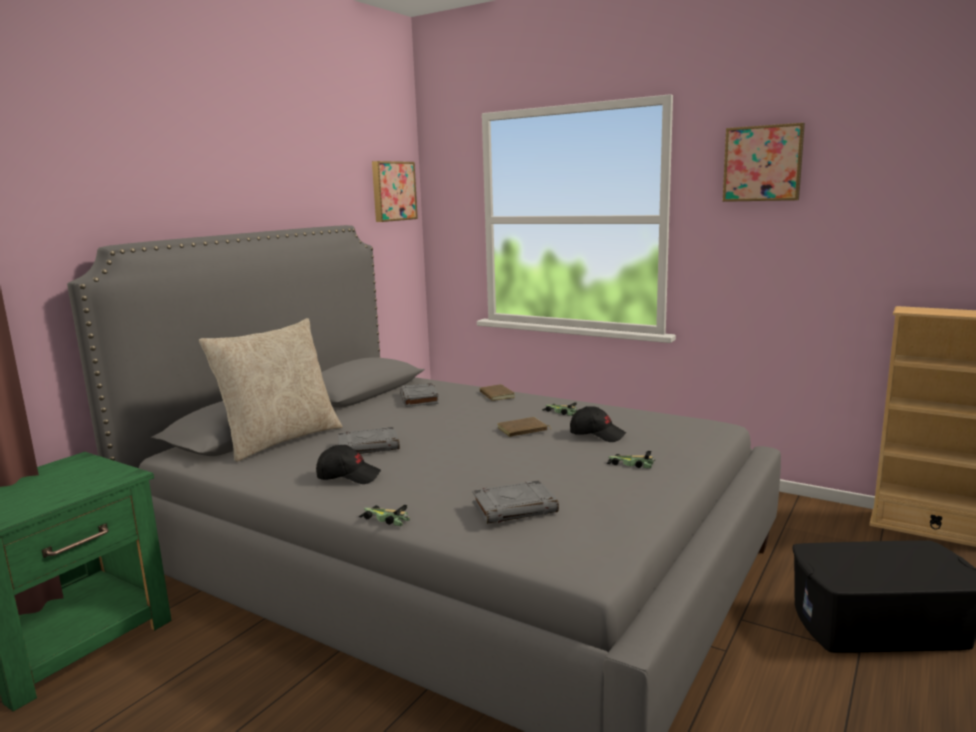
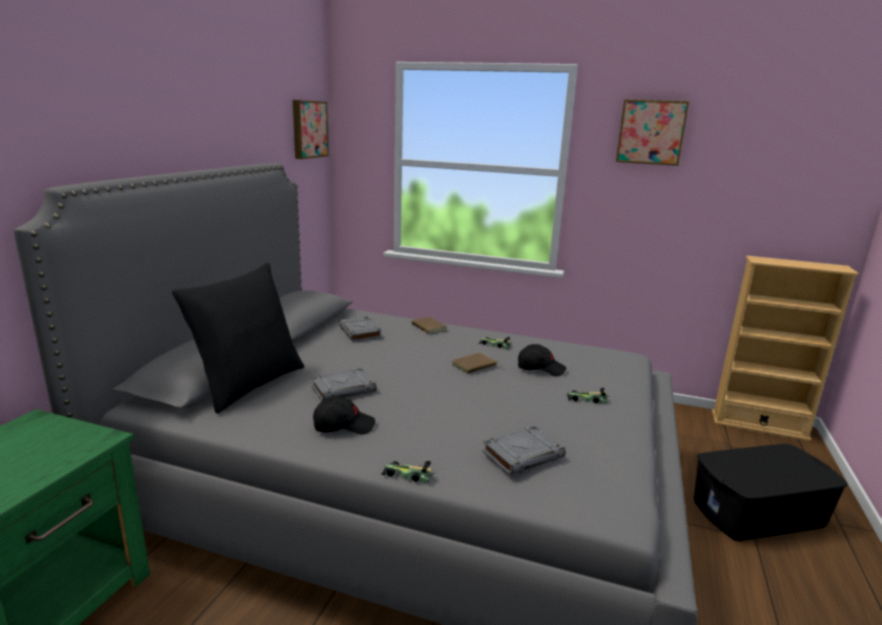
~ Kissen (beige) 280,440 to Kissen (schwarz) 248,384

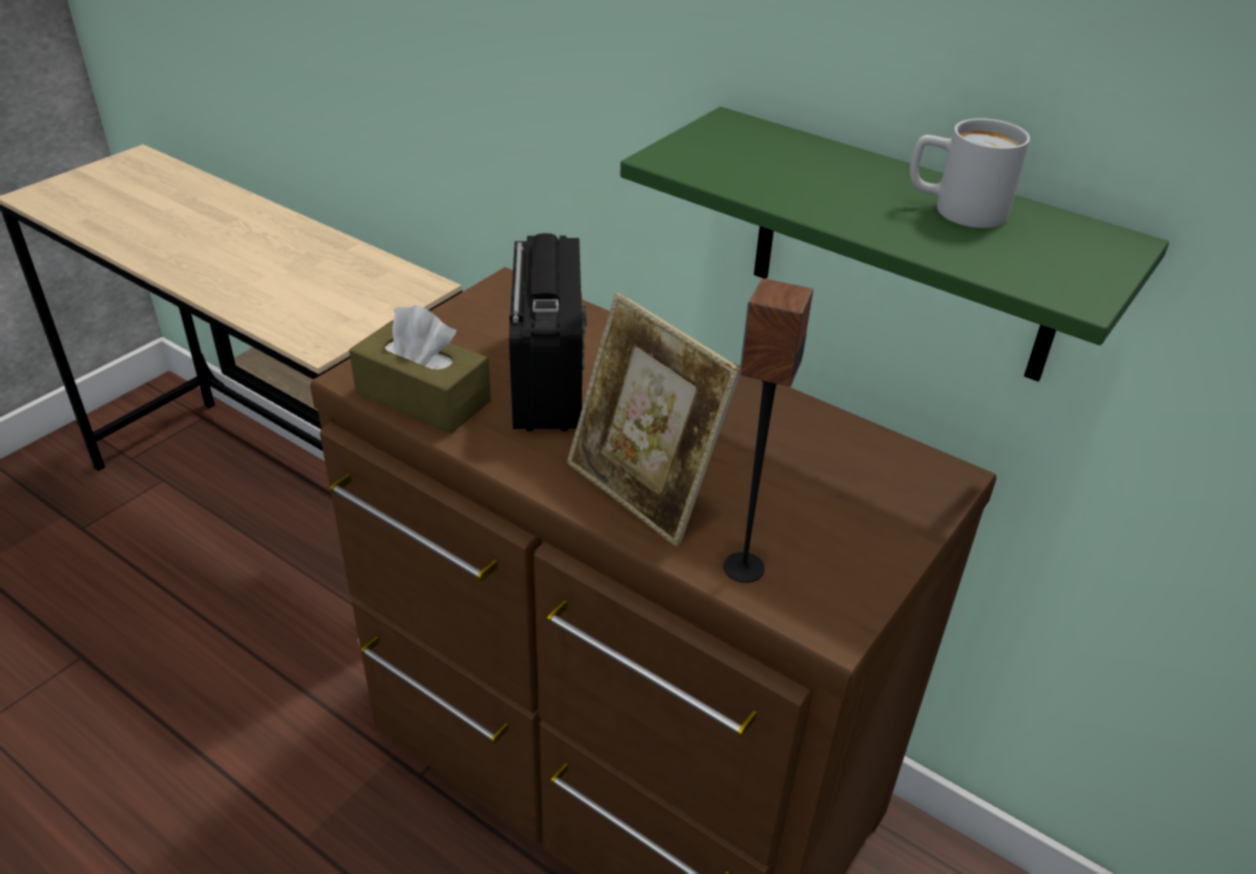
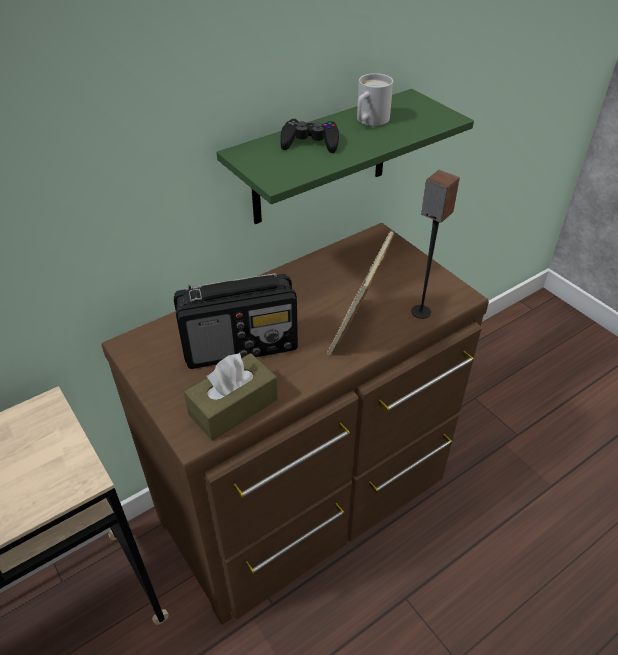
~ Radio 548,378 = 241,346 150 degrees clockwise
+ Gamepad (schwarz) 310,142
~ Bilderrahmen 643,491 = 357,331 135 degrees clockwise

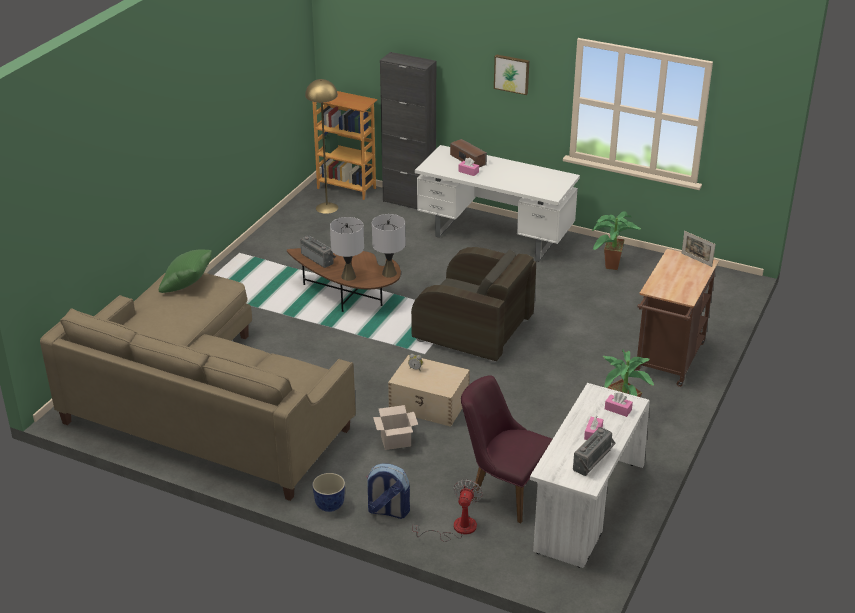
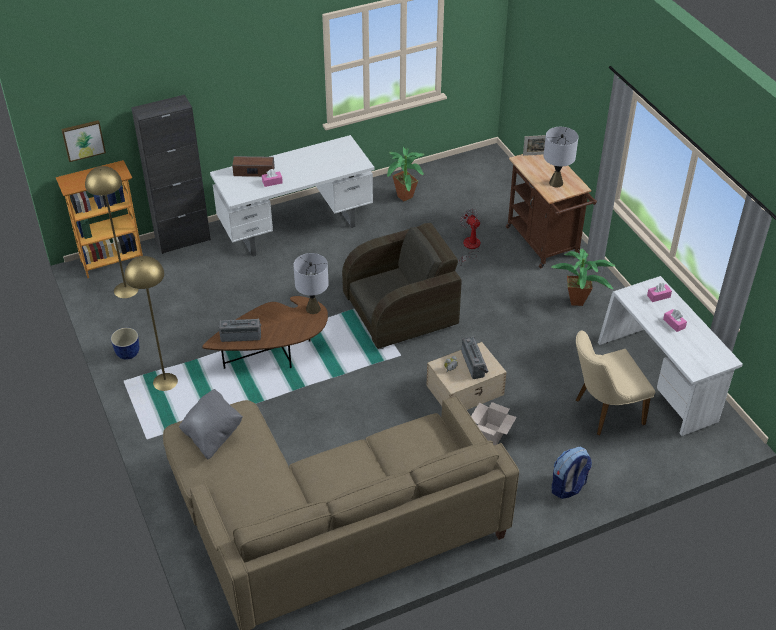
~ Bild 512,74 to 83,140
~ Pflanzkübel 329,505 to 127,354
+ Stehlampe (gelb) 165,382
~ Kissen (grün) 188,285 to Kissen (grau) 213,435
~ Ventilator 456,528 to 470,247
~ Radio 594,462 to 475,364
~ Tischlampe (grau) 348,276 to 556,183
~ Stuhl (lila) 502,491 to Stuhl (beige) 603,412

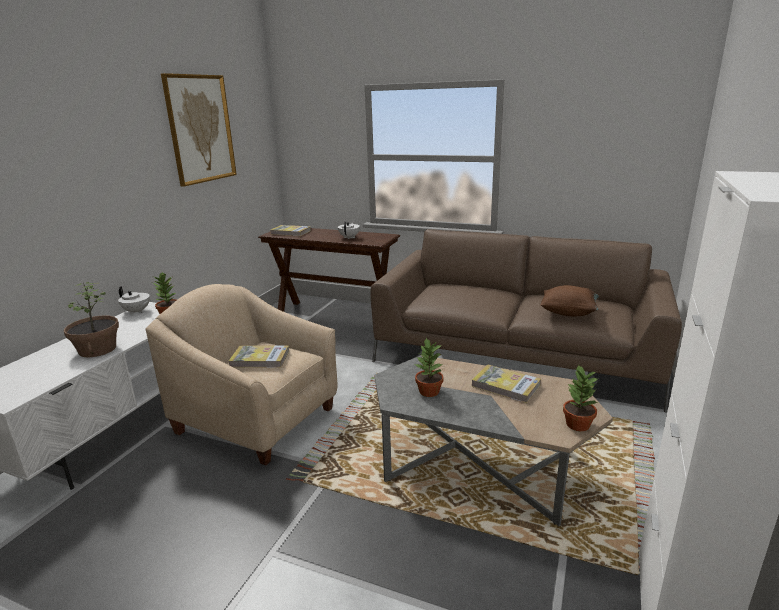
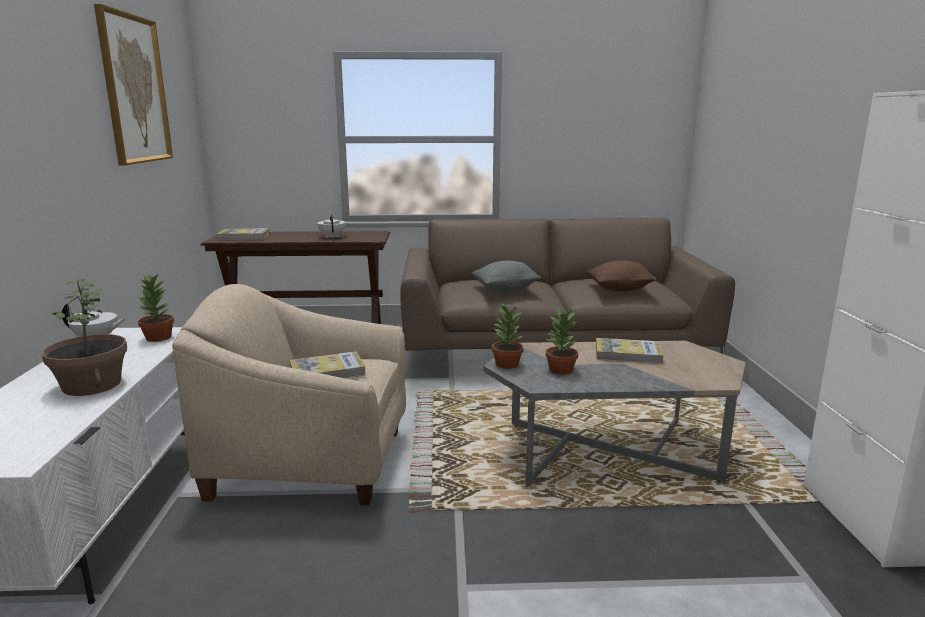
+ Kissen (grau) 505,290
~ Topfpflanze 577,424 to 506,364

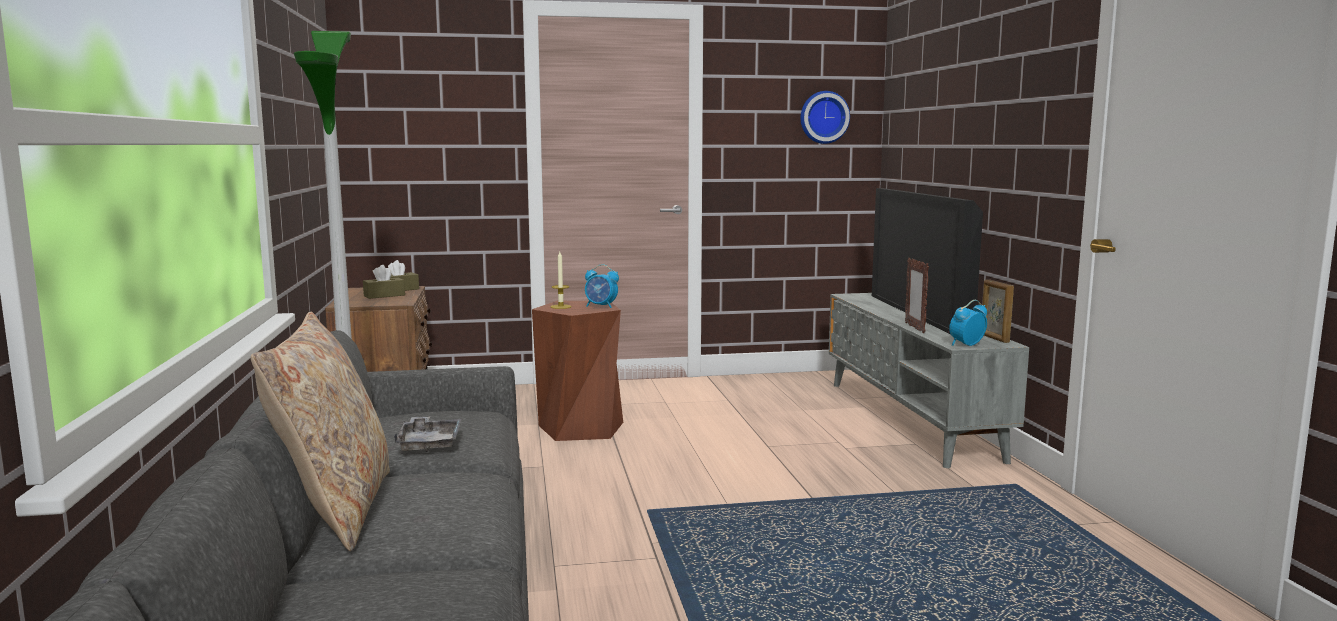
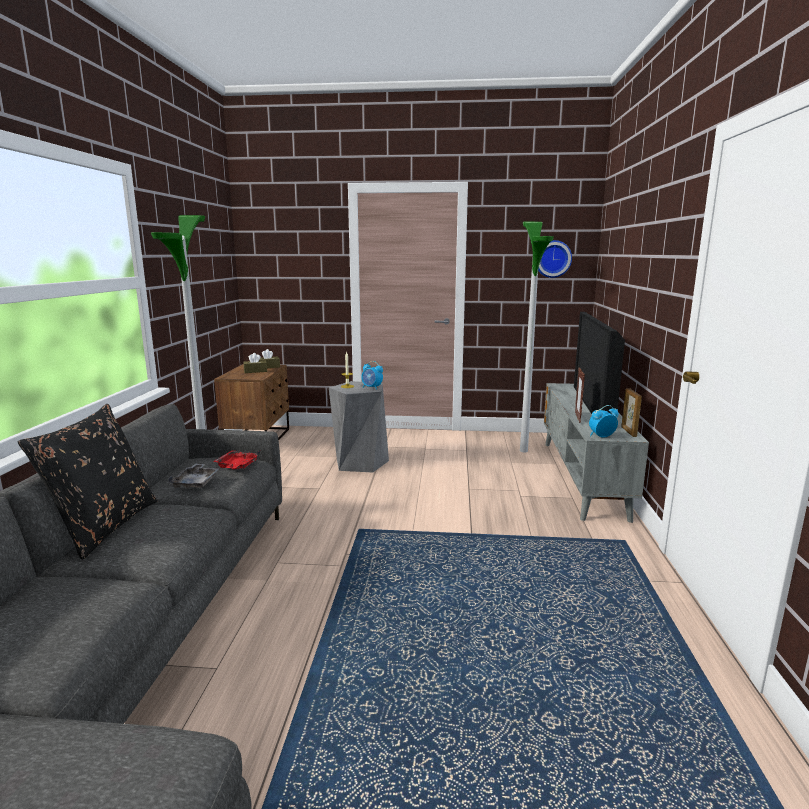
~ Kissen (beige) 335,509 to Kissen (schwarz) 104,526
+ Tablett (rot) 237,466
~ Hocker (braun) 581,428 to Hocker (grau) 360,462
+ Stehlampe 523,451

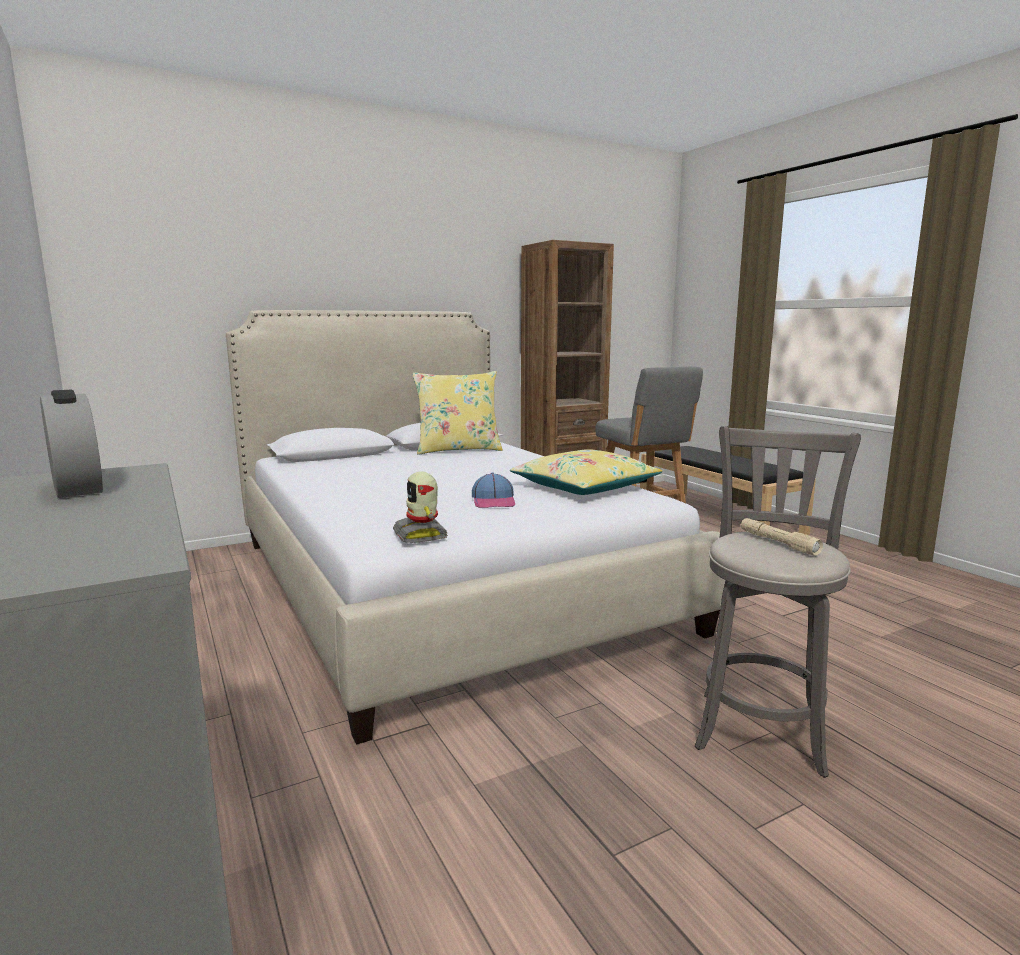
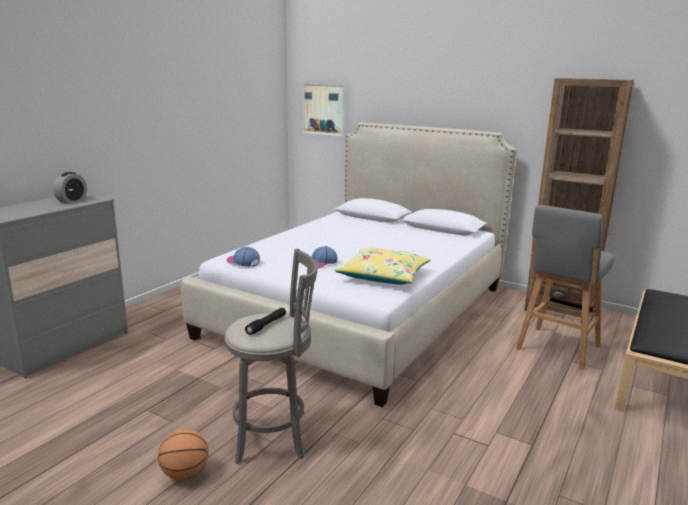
+ Basketball 185,474
~ Spielzeugroboter 421,535 to Kappe 243,261
~ Taschenlampe (beige) 778,543 to Taschenlampe (schwarz) 266,325
+ Bild 324,109
- Kissen (gelb) 458,450

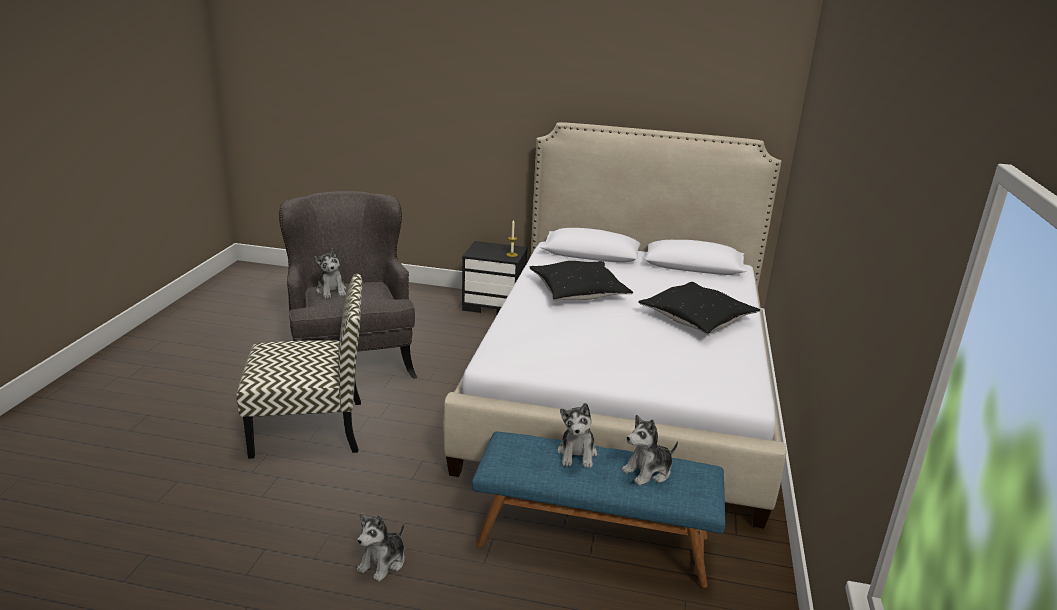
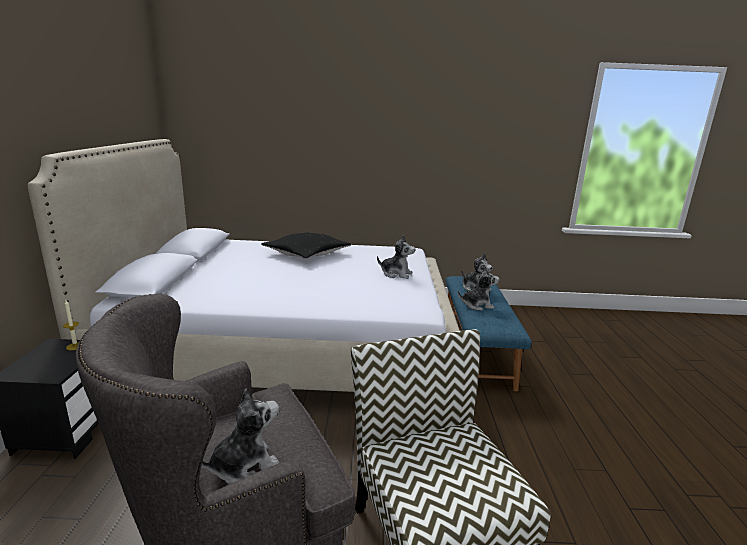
~ Plüschtier 383,562 to 396,274
- Kissen (schwarz) 579,291

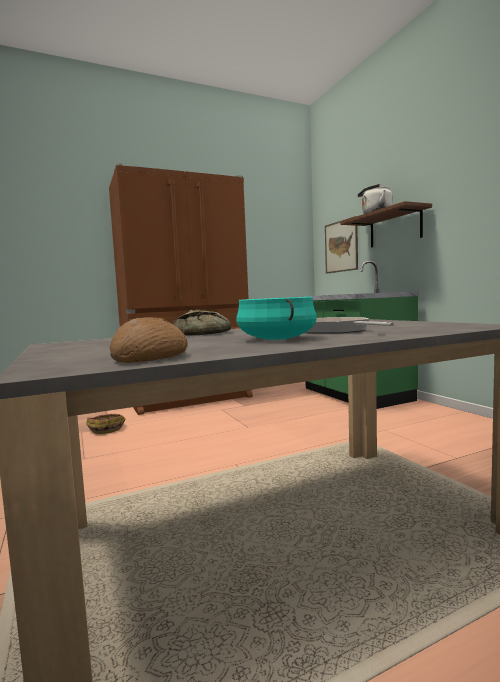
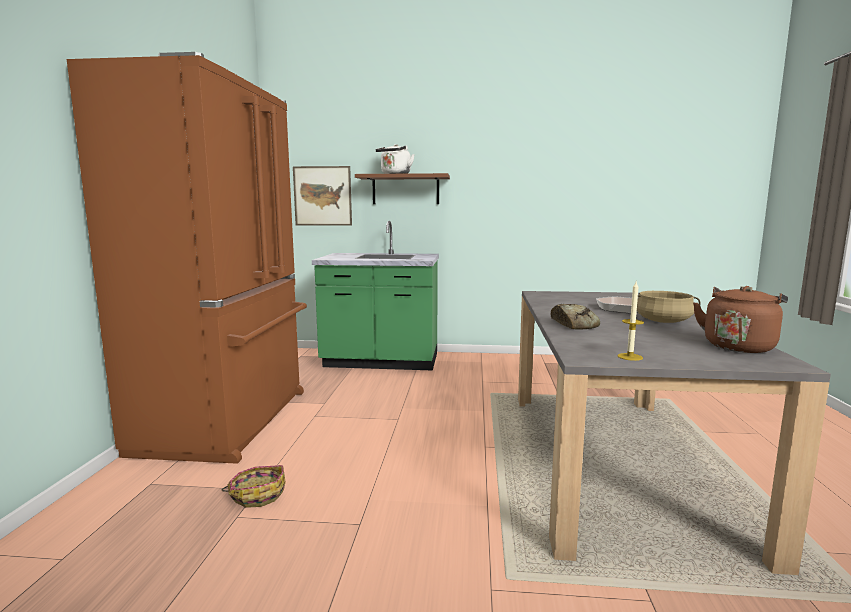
+ Kerze 630,357
~ Kochtopf (türkis) 276,339 to Kochtopf (beige) 663,321
~ Brot 151,357 to Wasserkessel (braun) 739,346

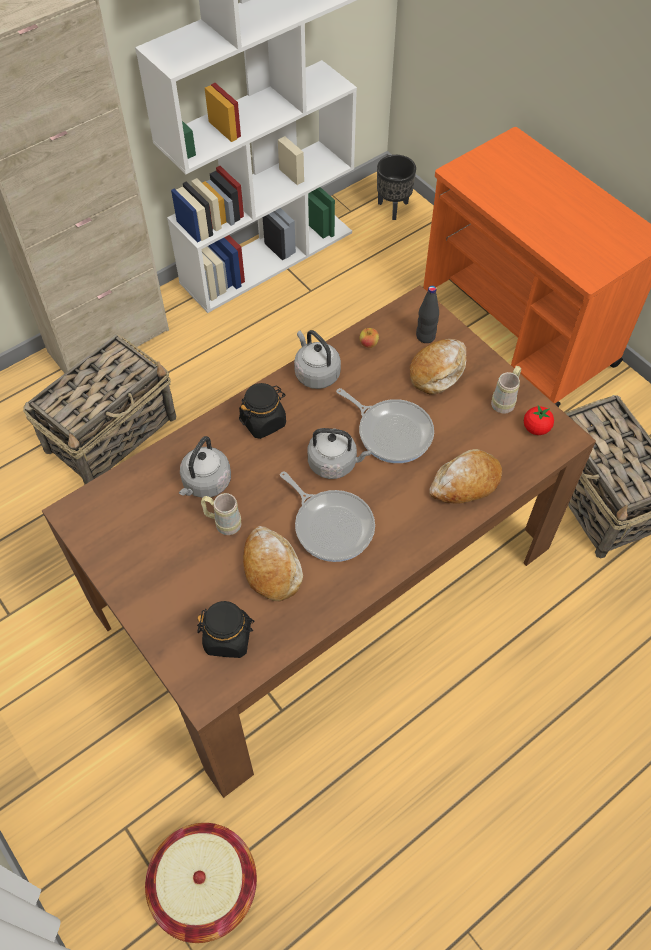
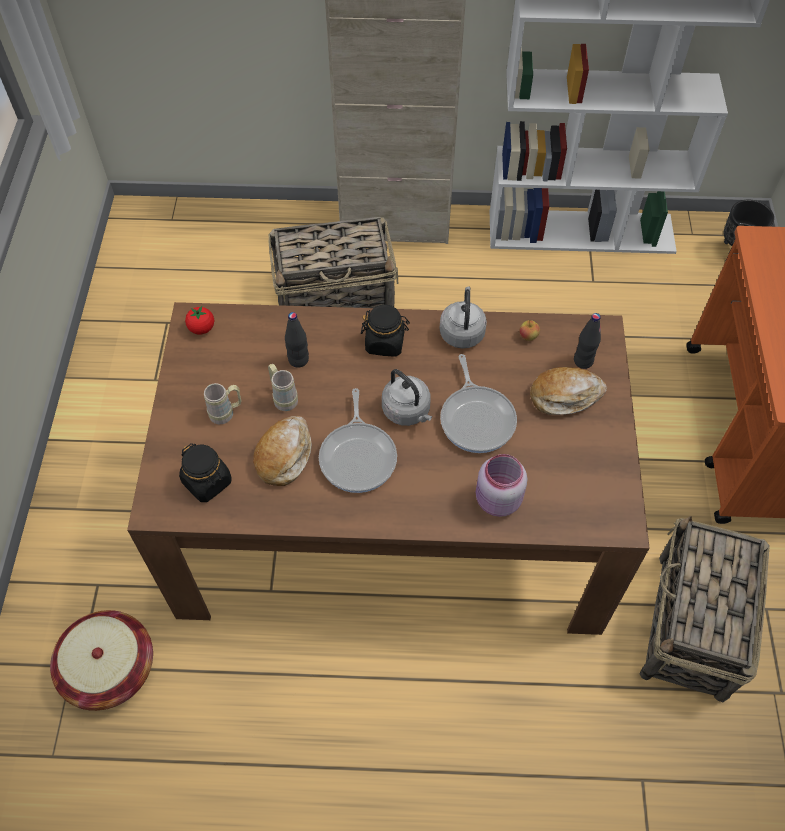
~ Tomate 536,428 to 202,328
~ Henkelbecher (beige) 505,401 to 226,413
~ Wasserkessel (grau) 205,483 to Flasche (schwarz) 298,360
~ Brot 465,483 to Vorratsglas (rosa) 496,501

